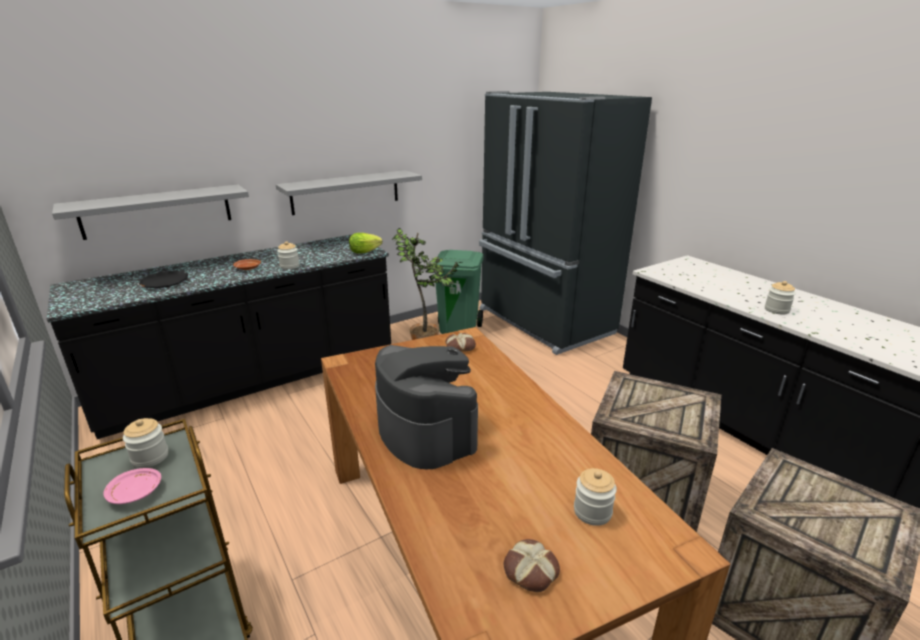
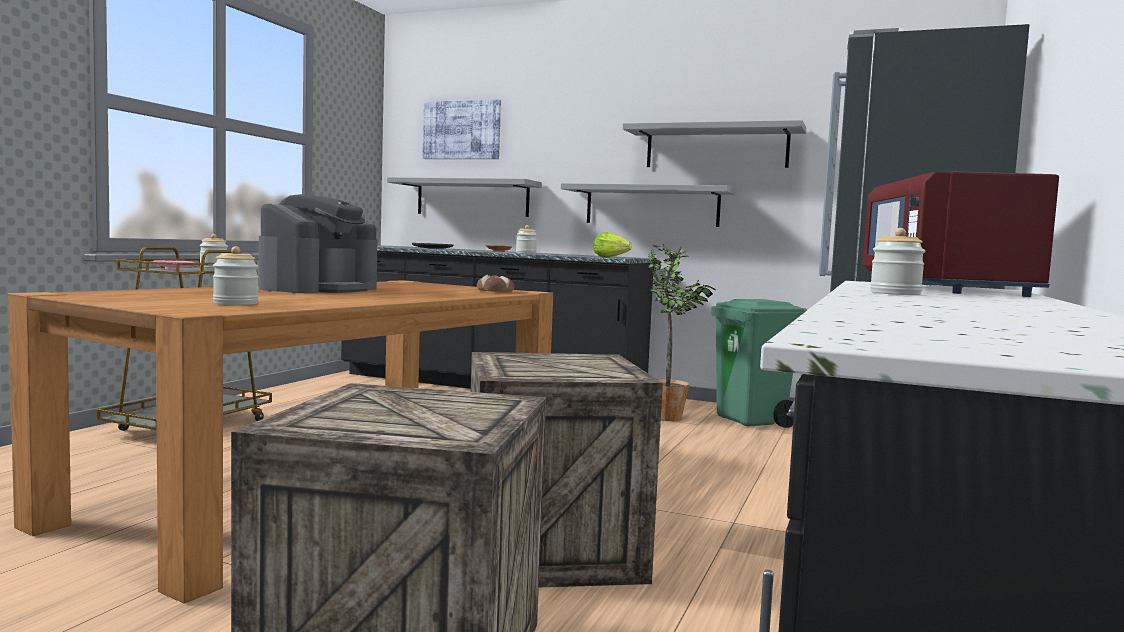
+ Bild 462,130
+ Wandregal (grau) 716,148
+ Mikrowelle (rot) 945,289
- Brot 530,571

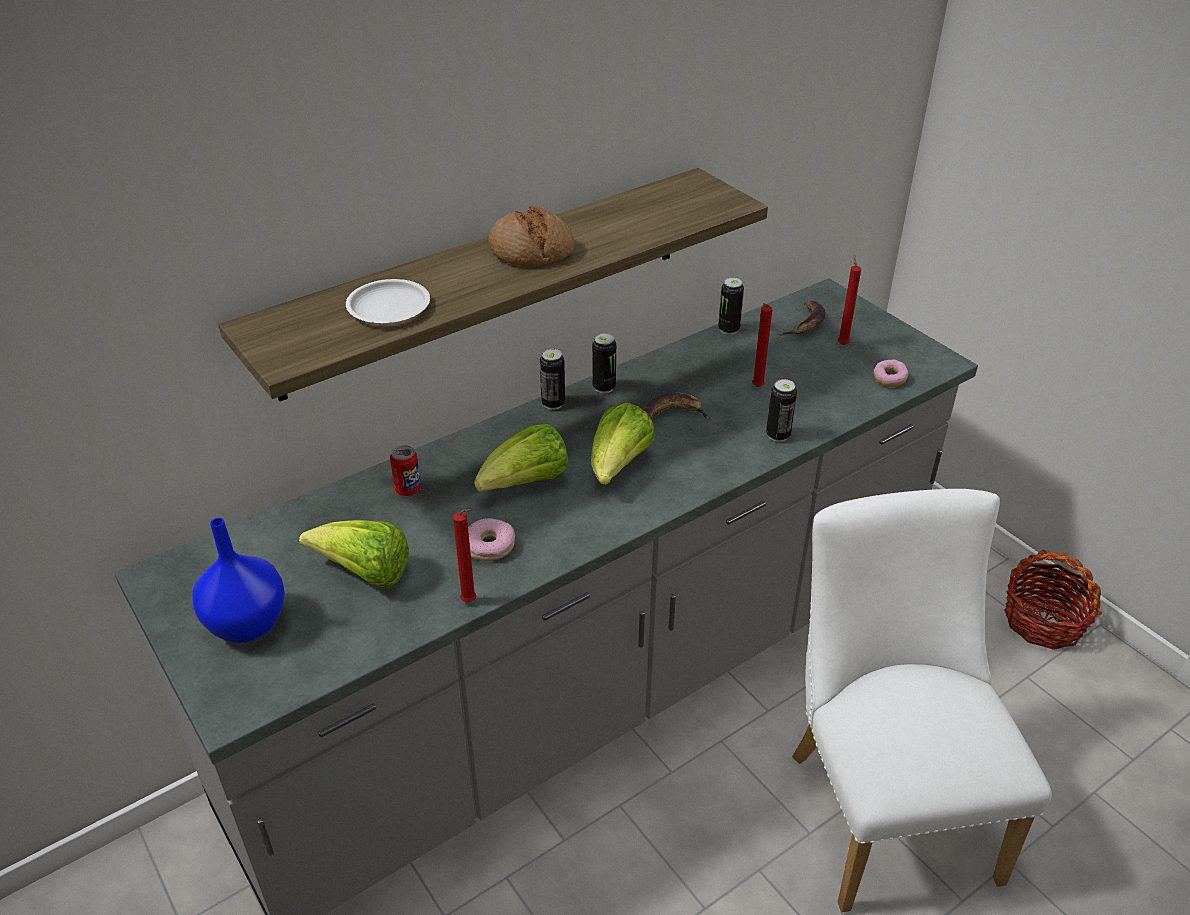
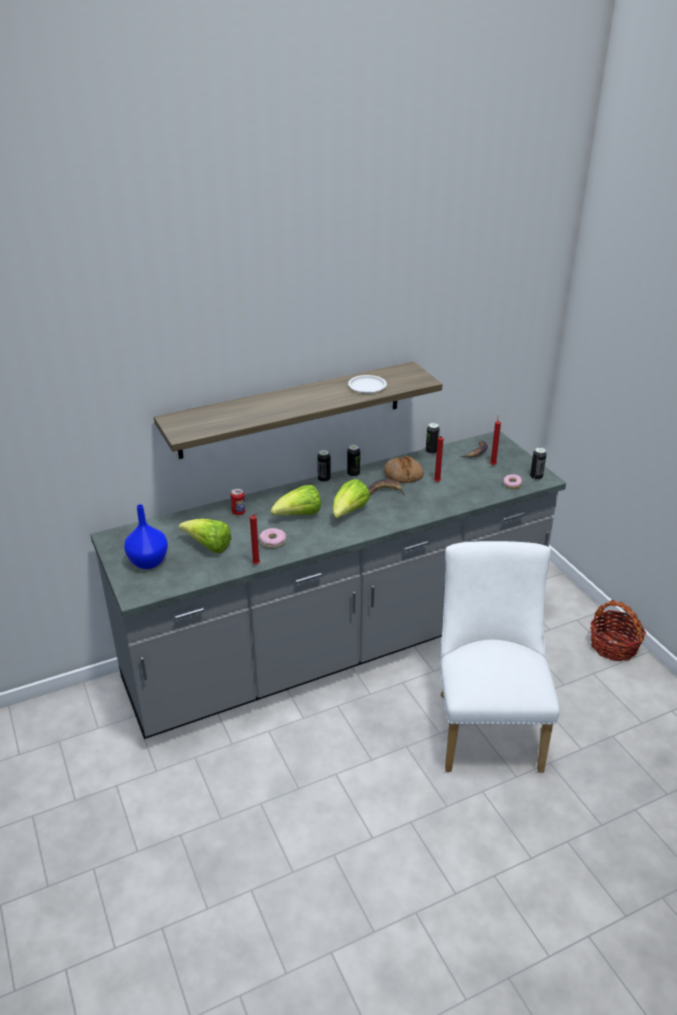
~ Teller (weiß) 388,307 to 367,386
~ Brot 531,250 to 403,475
~ Dose 778,435 to 536,477

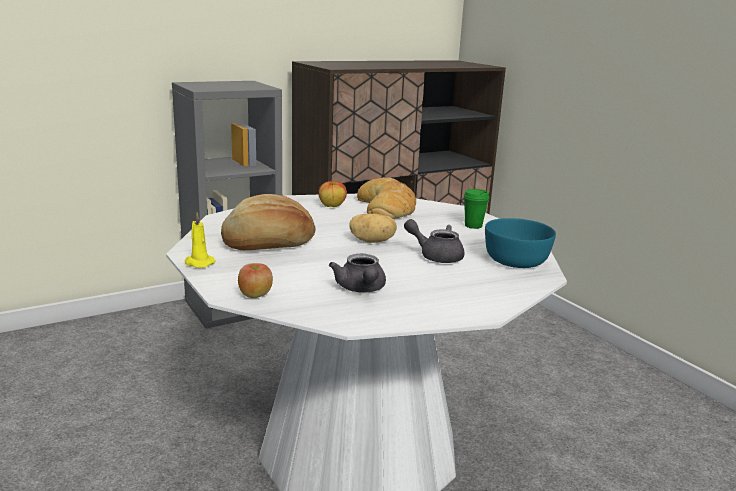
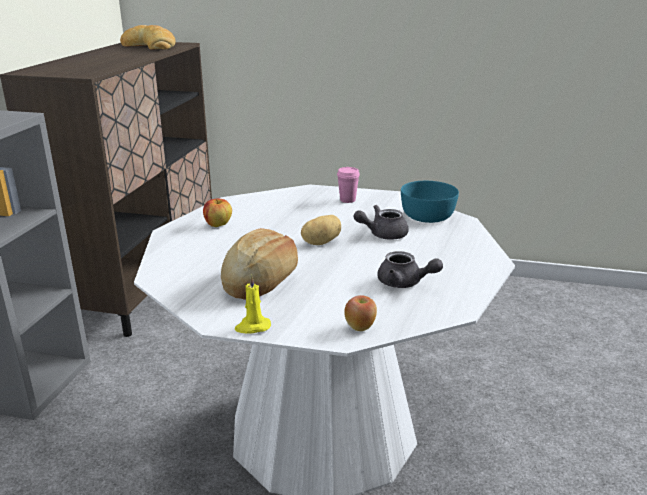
~ Brot 387,207 to 150,46
~ Tasse (grün) 473,226 to Tasse (rosa) 347,200

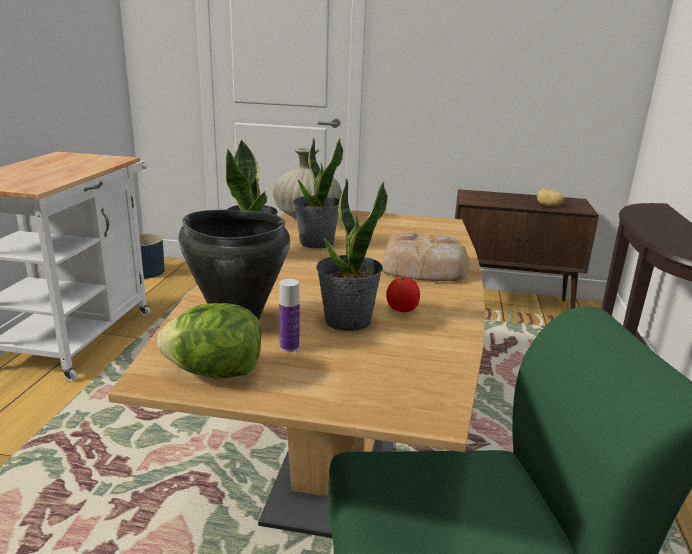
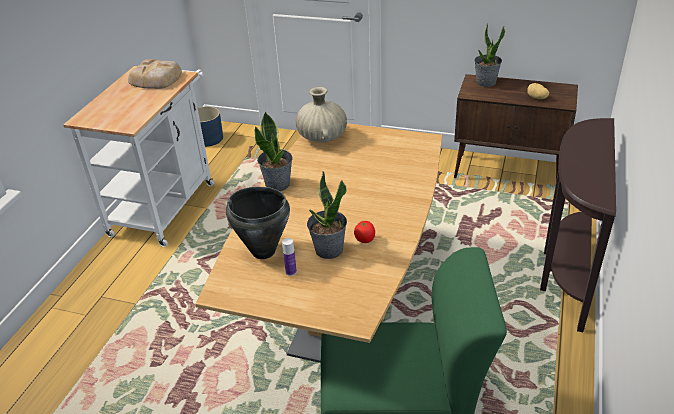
~ Brot 425,267 to 156,79
~ Topfpflanze 316,243 to 486,82
- Salatkopf 215,373

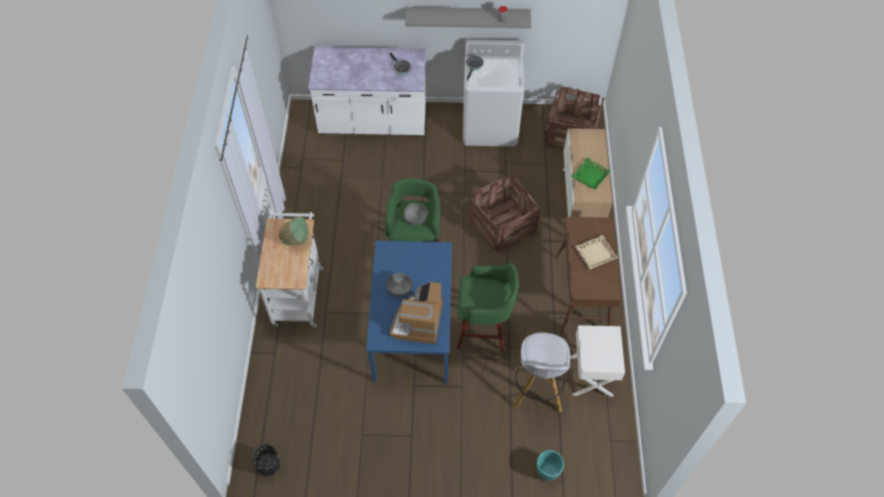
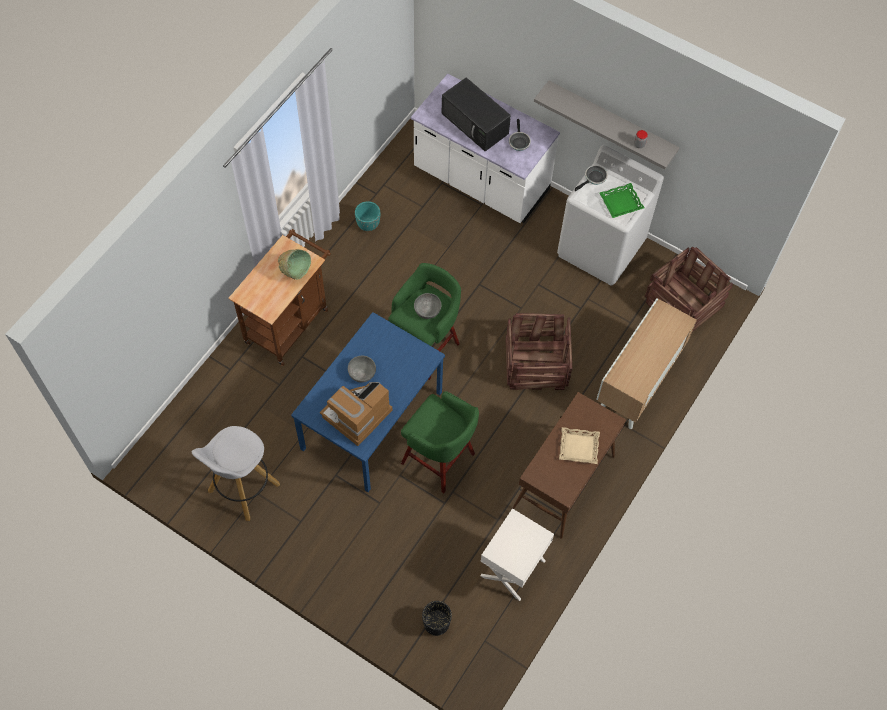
~ Hocker (weiß) 537,391 to 243,489
~ Rollwagen (weiß) 298,292 to Rollwagen (braun) 289,322
~ Pflanzkübel (türkis) 548,471 to 368,225
~ Pflanzkübel (schwarz) 268,465 to 436,623
+ Mikrowelle (schwarz) 476,124
~ Tablett (grün) 590,176 to 621,203

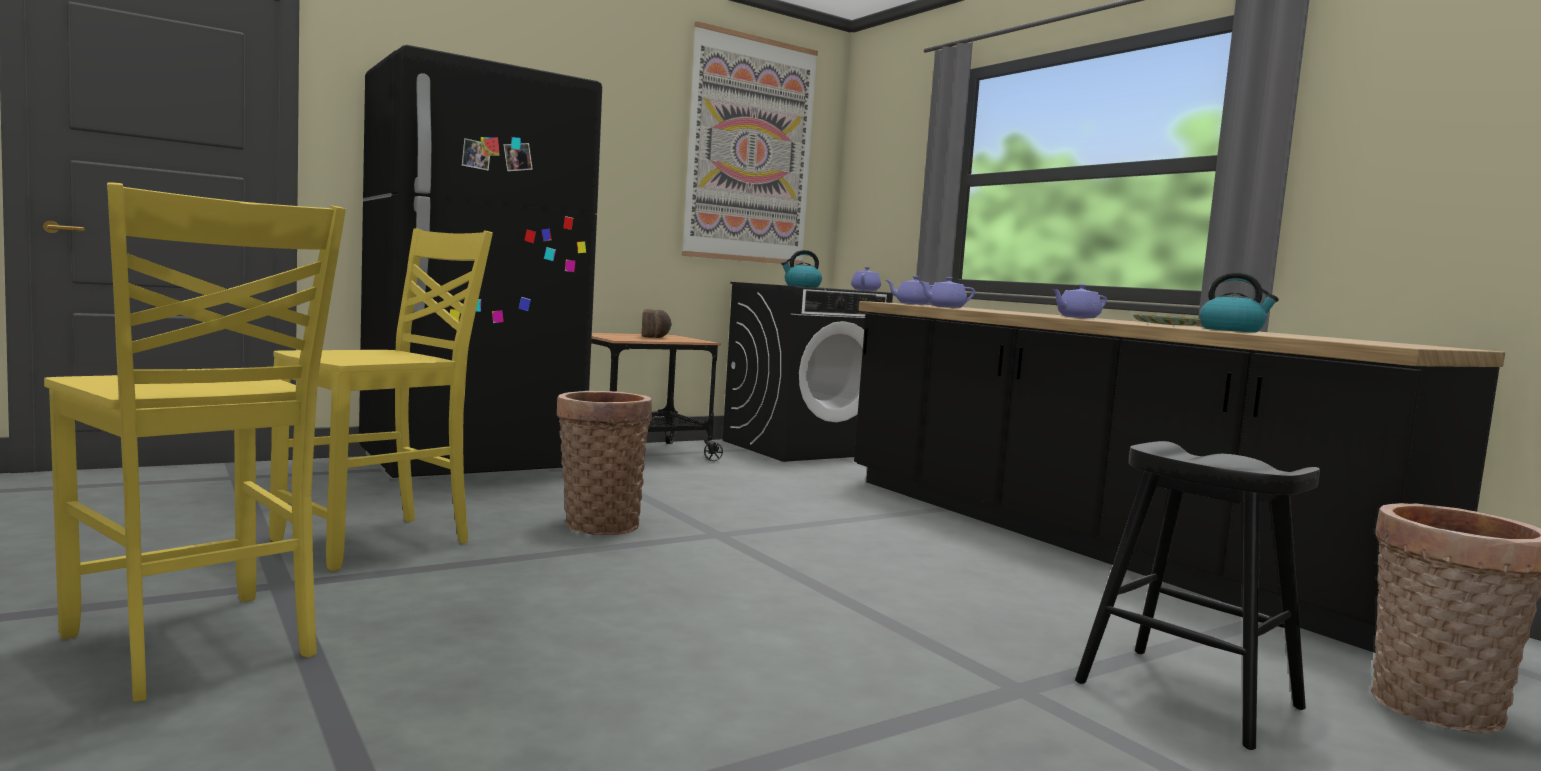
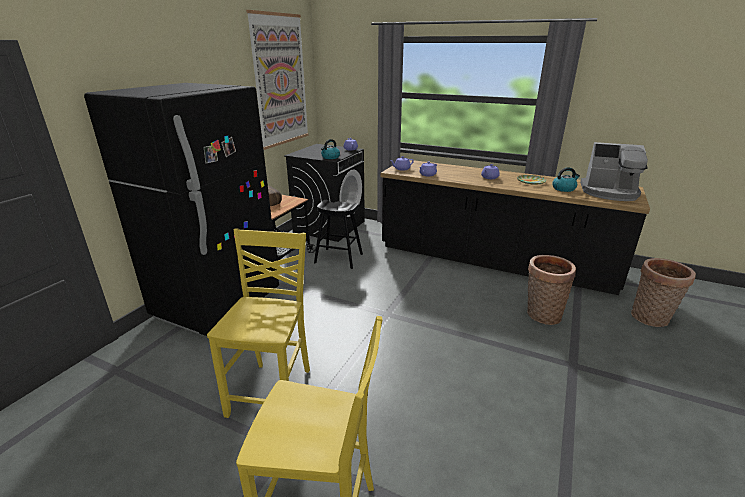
~ Hocker (schwarz) 1188,695 to 339,258
~ Korb 599,524 to 541,315
+ Kaffeemaschine 609,192

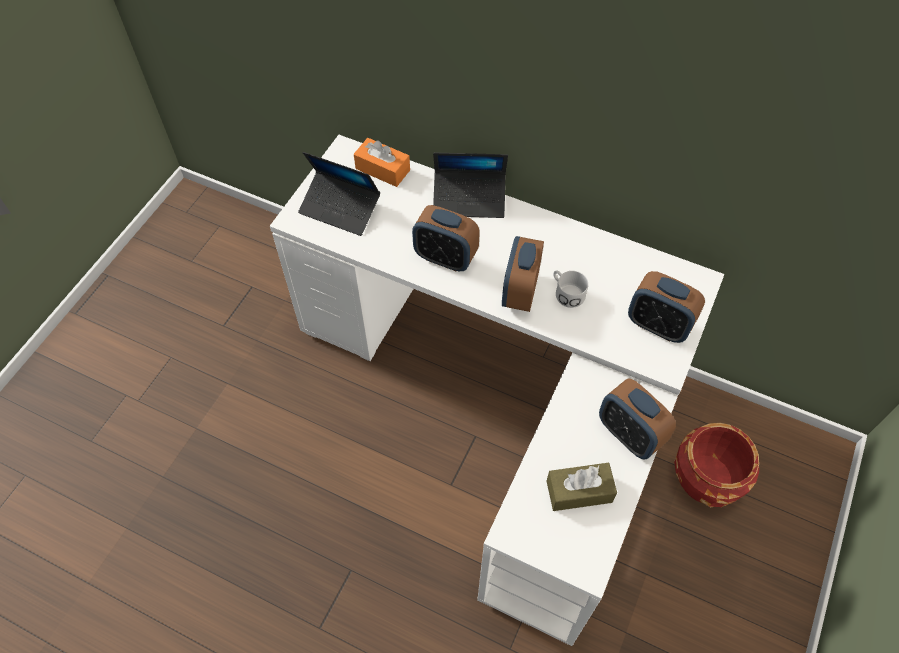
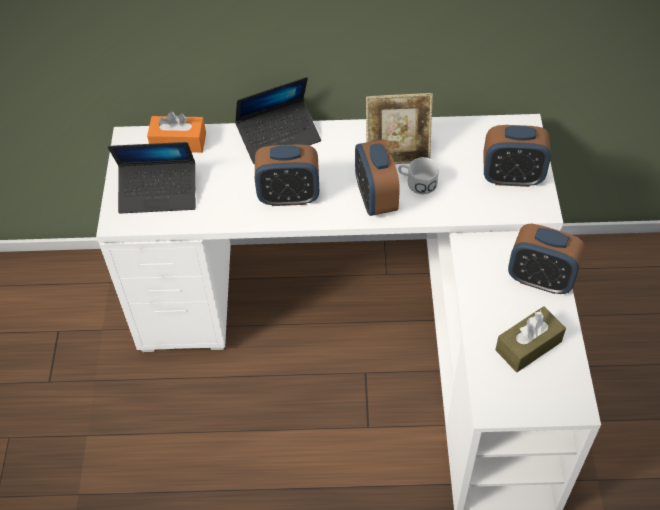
+ Bilderrahmen 397,155
- Pflanzkübel (rot) 706,480

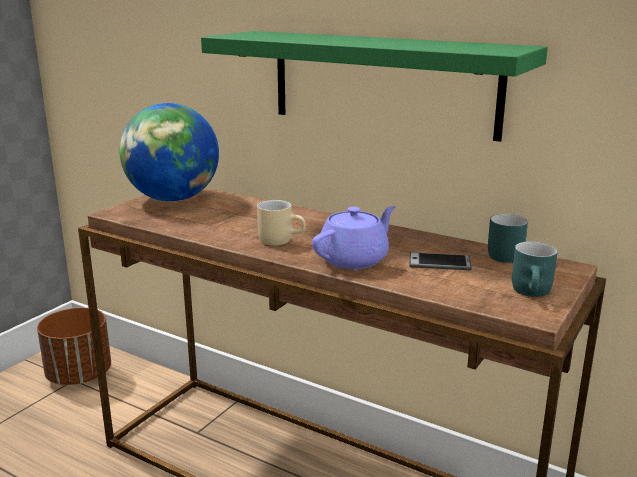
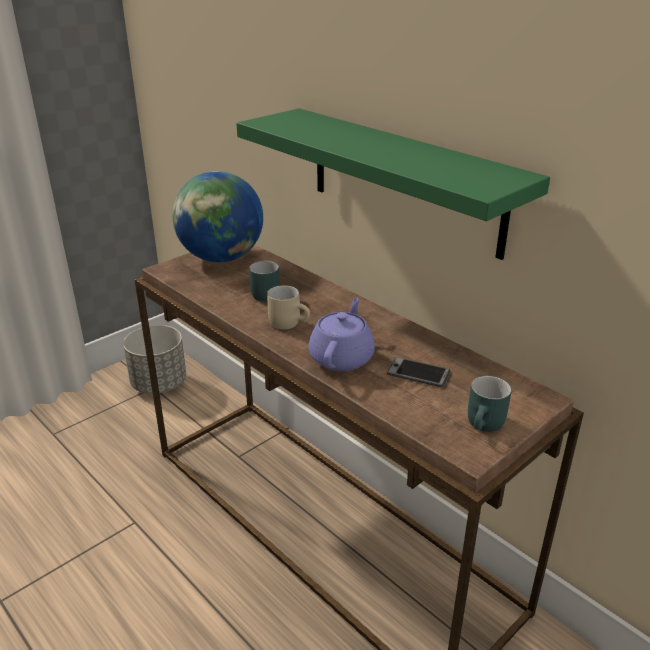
~ Pflanzkübel (braun) 80,375 to Pflanzkübel (grau) 159,384
~ Henkelbecher (türkis) 500,255 to 265,293
~ Teekanne (lila) 354,259 = 342,357 45 degrees counterclockwise

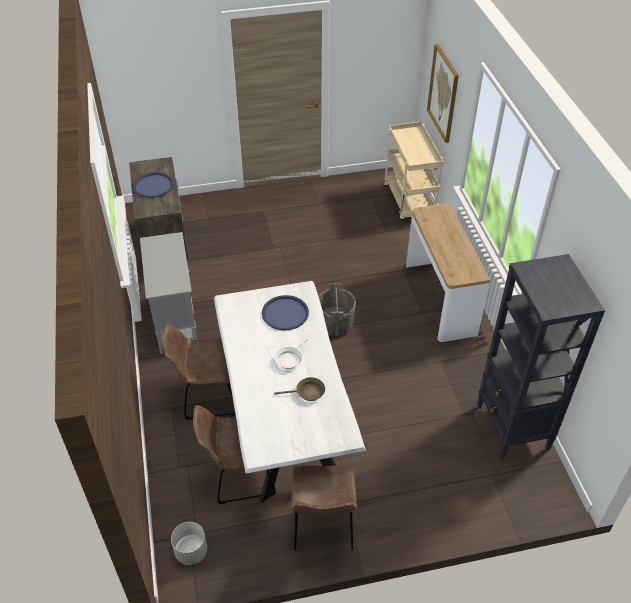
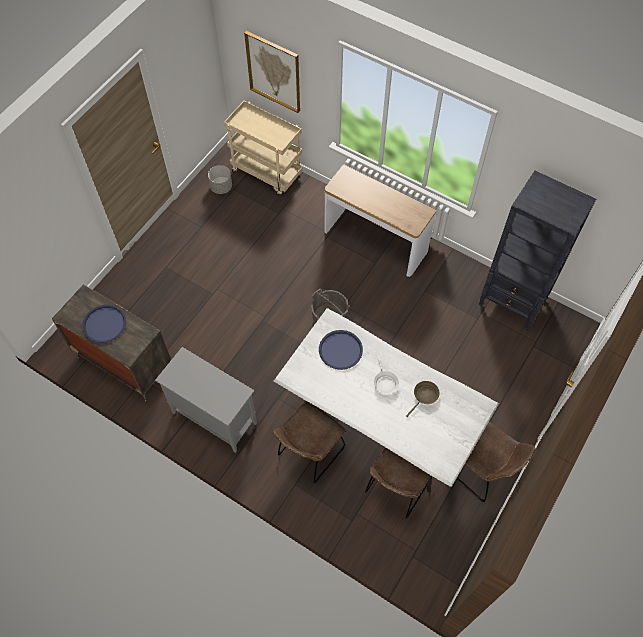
~ Pflanzkübel (grau) 191,552 to 221,187

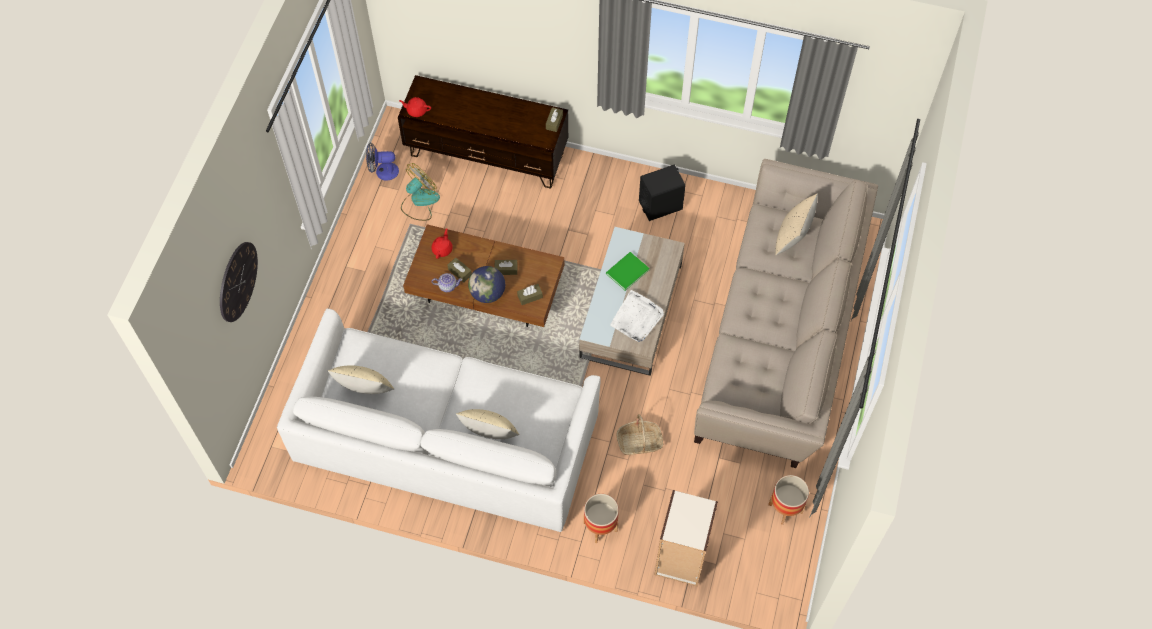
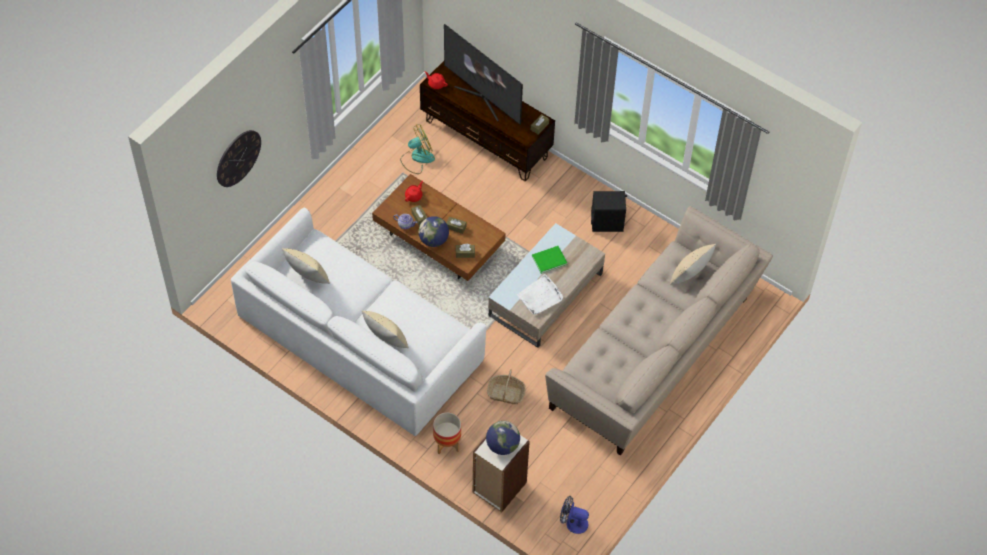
+ Fernseher 482,98
+ Globus 502,446
~ Ventilator 383,171 to 573,522
- Pflanzkübel 785,509

